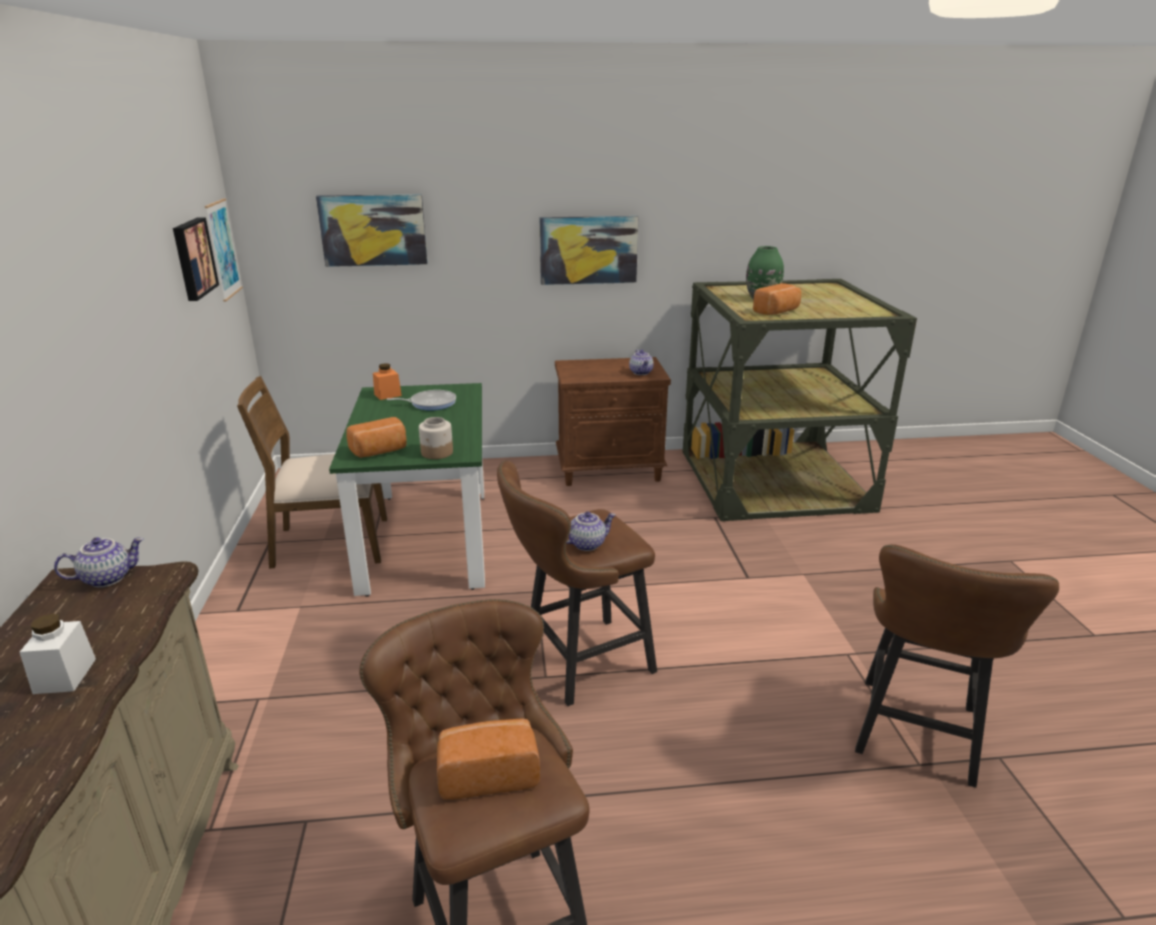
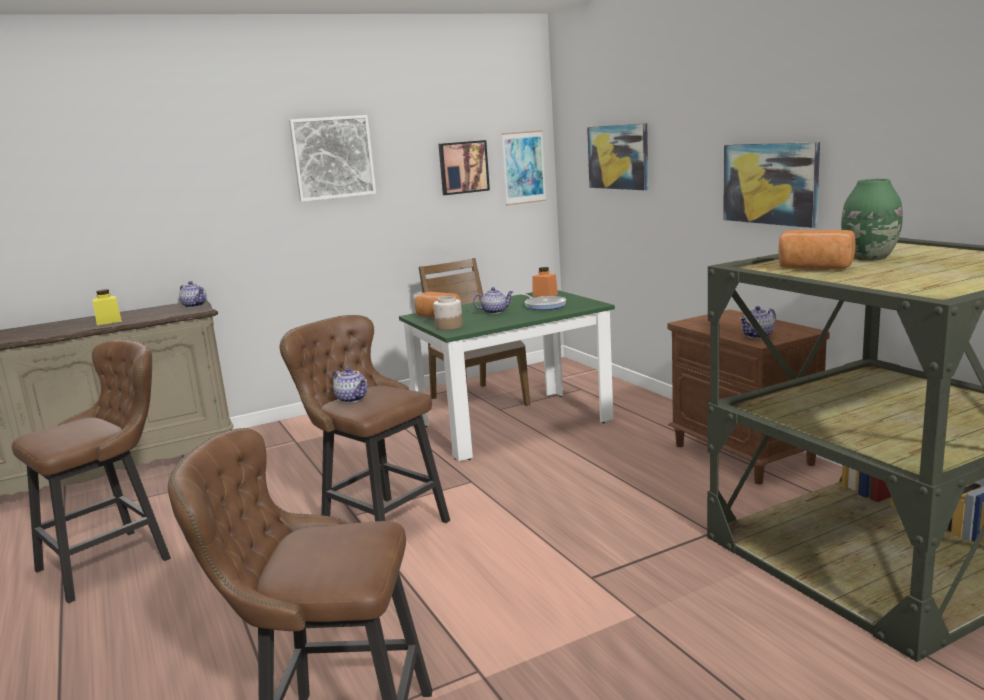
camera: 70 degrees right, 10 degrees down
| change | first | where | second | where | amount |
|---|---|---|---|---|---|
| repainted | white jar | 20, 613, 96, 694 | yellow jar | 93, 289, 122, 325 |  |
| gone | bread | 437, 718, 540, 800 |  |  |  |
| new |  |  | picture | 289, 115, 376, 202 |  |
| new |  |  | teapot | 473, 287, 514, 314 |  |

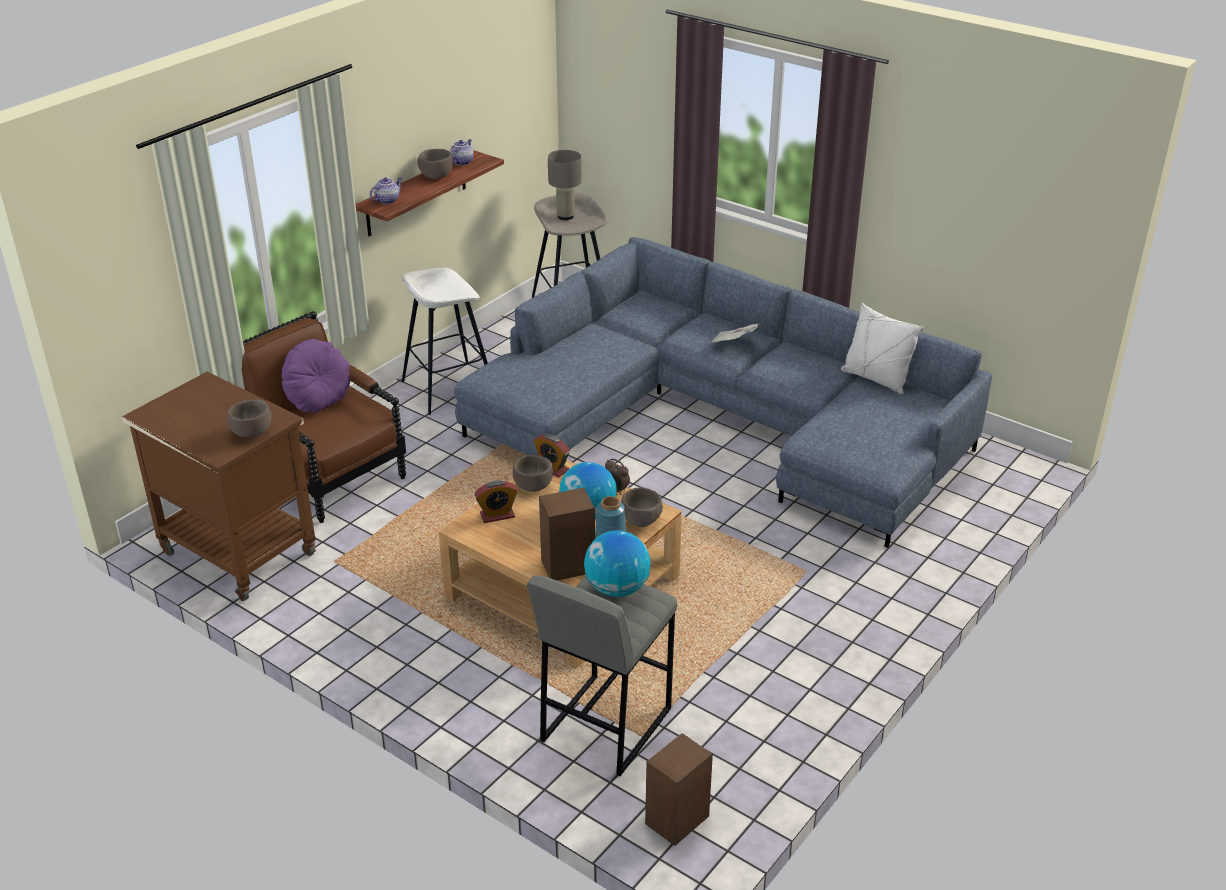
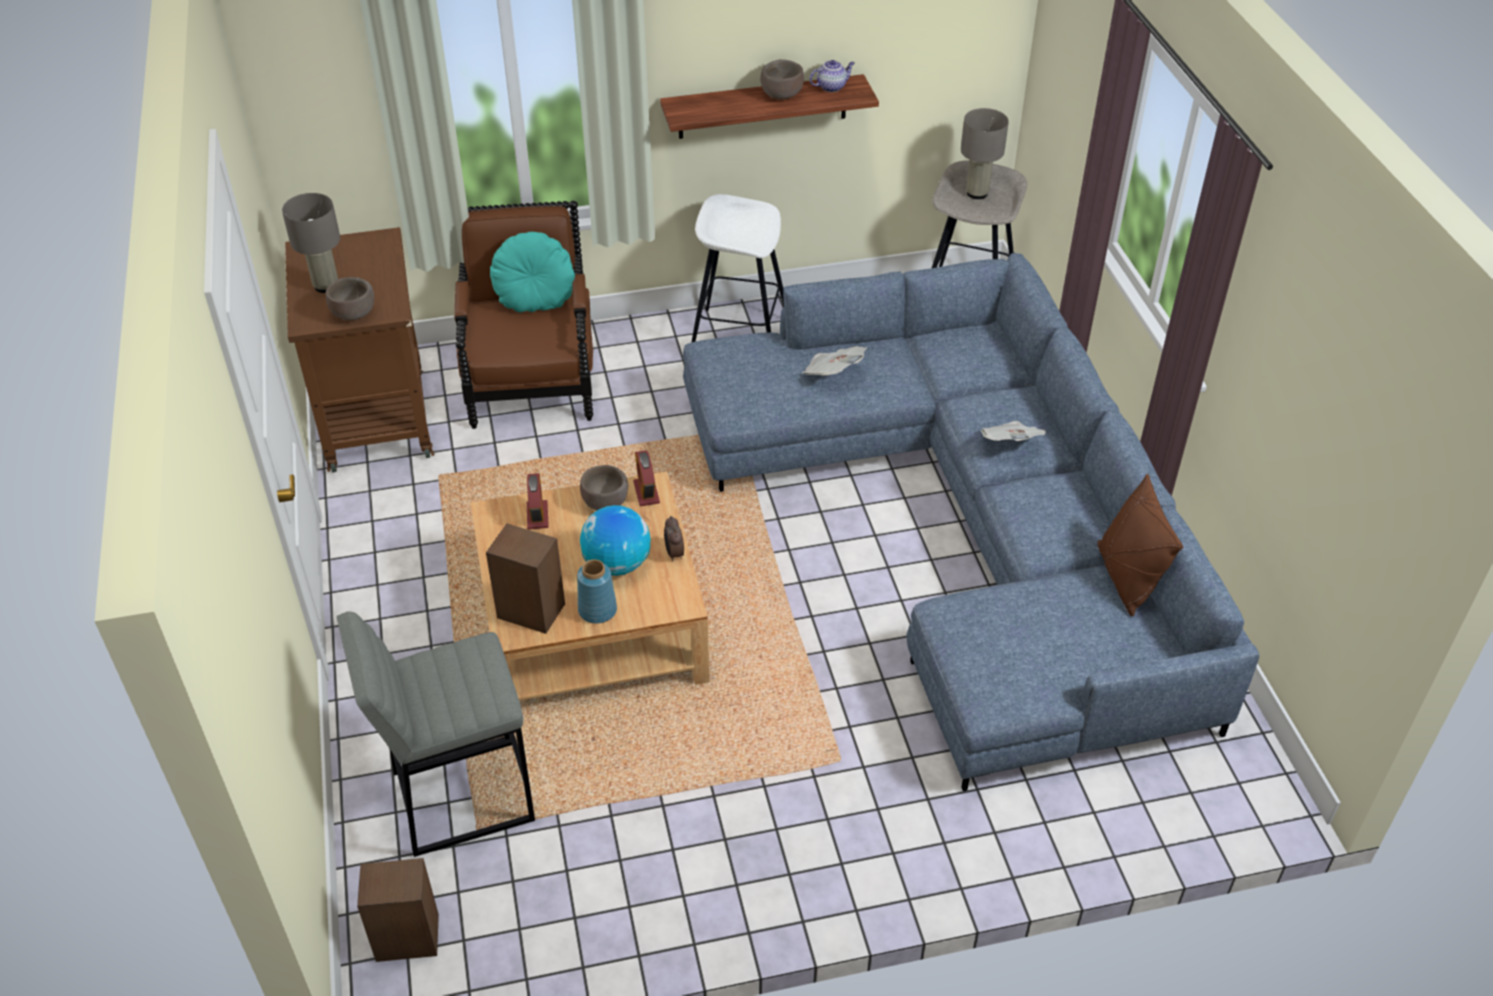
camera: 40 degrees right, 10 degrees up
| change | first | where | second | where | amount |
|---|---|---|---|---|---|
| repainted | purple pillow | 281, 339, 350, 413 | turquoise pillow | 490, 232, 575, 312 |  |
| gone | teapot | 370, 177, 402, 204 |  |  |  |
| rotated | alarm clock | 475, 480, 518, 523 |  | 527, 473, 549, 530 | 120 degrees counterclockwise |
| gone | globe | 584, 530, 650, 597 |  |  |  |
| gone | brown bowl | 621, 487, 663, 527 |  |  |  |
| repainted | white pillow | 841, 303, 924, 395 | brown pillow | 1097, 474, 1183, 616 |  |
| new |  |  | grey table lamp | 282, 193, 340, 293 |  |
| new |  |  | newspaper | 802, 346, 867, 376 |  |

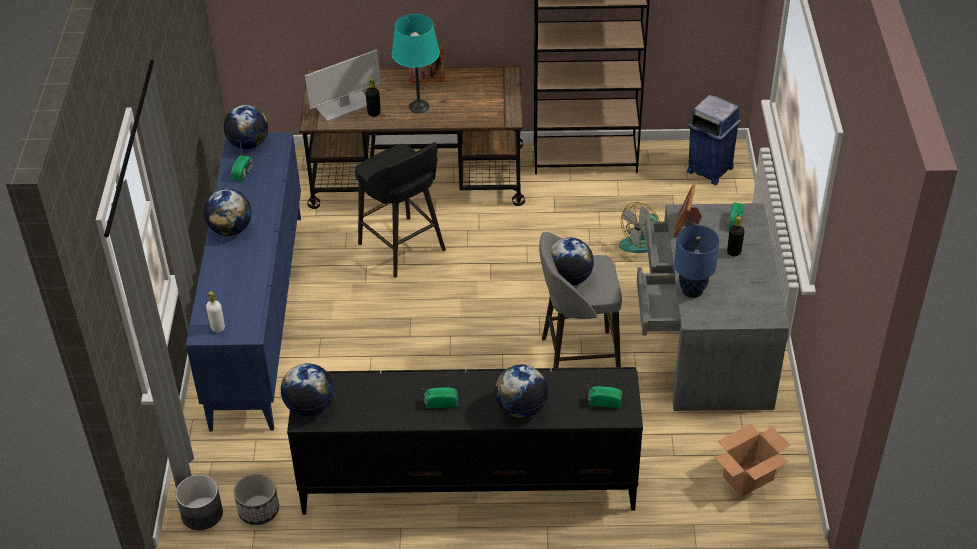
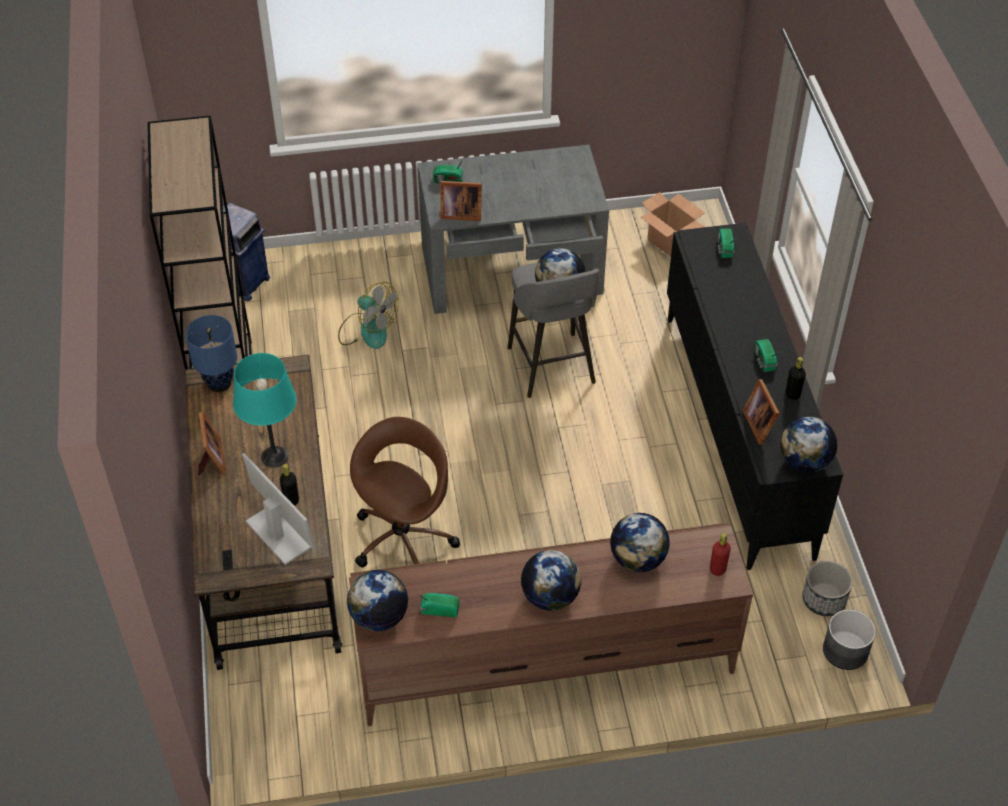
camera: 100 degrees left, 5 degrees up
| change | first | where | second | where | amount |
|---|---|---|---|---|---|
| repainted | blue cabinet | 186, 132, 301, 431 | brown cabinet | 349, 522, 753, 726 |  |
| repainted | white bottle | 206, 291, 225, 332 | red bottle | 710, 533, 731, 576 |  |
| swapped | black stool | 355, 142, 446, 278 | brown office chair | 350, 417, 460, 567 |  |
| shifted | globe | 495, 365, 548, 418 |  | 610, 513, 670, 572 |  |
| shifted | blue table lamp | 674, 225, 720, 298 |  | 185, 315, 237, 392 |  |
| shifted | black bottle | 727, 216, 745, 256 |  | 786, 357, 806, 400 |  |
| new |  |  | picture frame | 743, 379, 780, 445 |  |

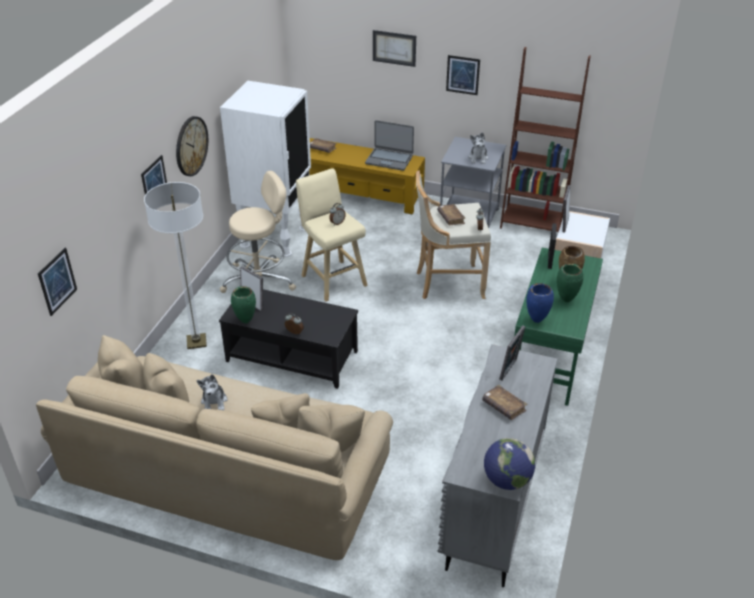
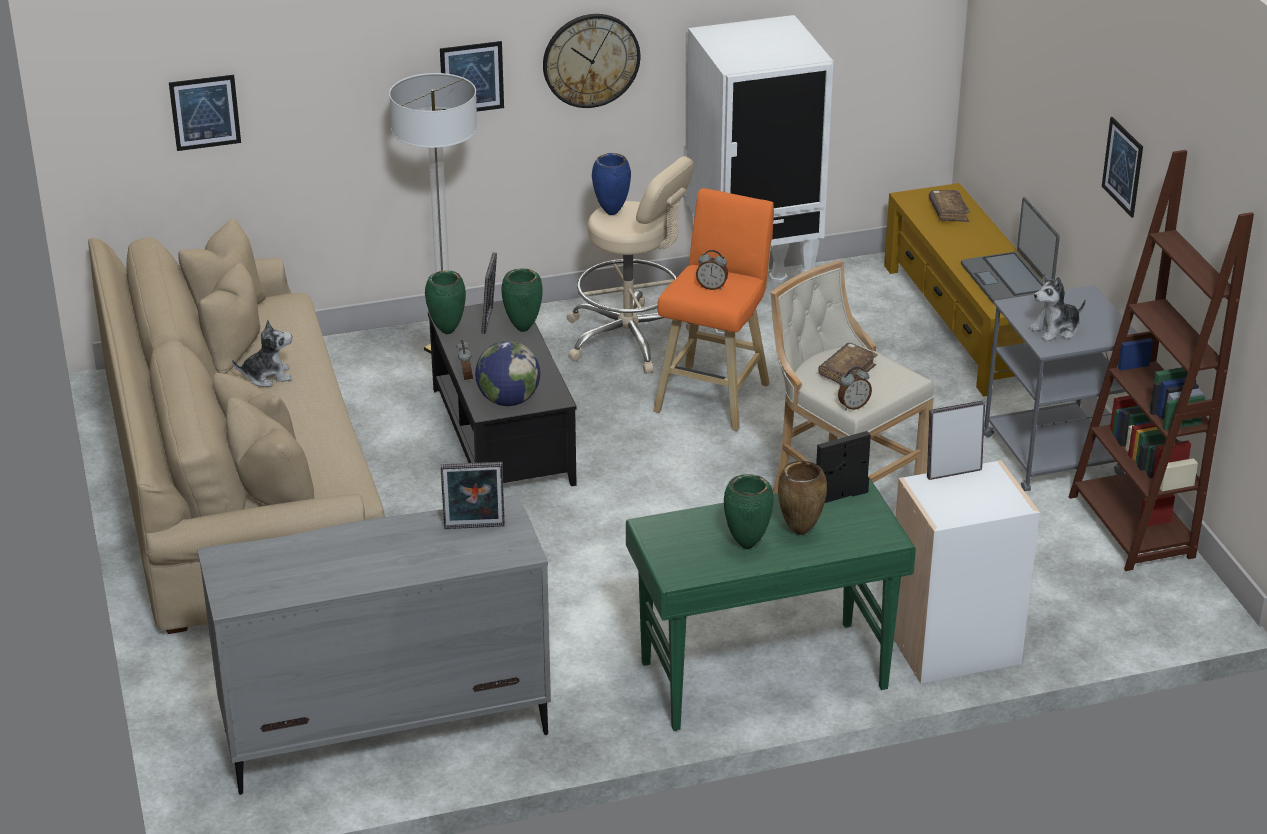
camera: 55 degrees right, 5 degrees down
| change | first | where | second | where | amount |
|---|---|---|---|---|---|
| rotated | plush toy | 196, 374, 227, 410 |  | 232, 320, 292, 387 | 150 degrees counterclockwise |
| repainted | beige stool | 296, 168, 368, 302 | orange stool | 653, 188, 774, 431 |  |
| gone | picture | 373, 30, 416, 67 |  |  |  |
| gone | brown book | 482, 385, 528, 420 |  |  |  |
| shifted | globe | 484, 438, 535, 490 |  | 475, 341, 540, 406 |  |
| shifted | blue vase | 526, 283, 554, 323 |  | 592, 153, 631, 215 |  |
| new |  |  | green vase | 502, 268, 543, 332 |  |

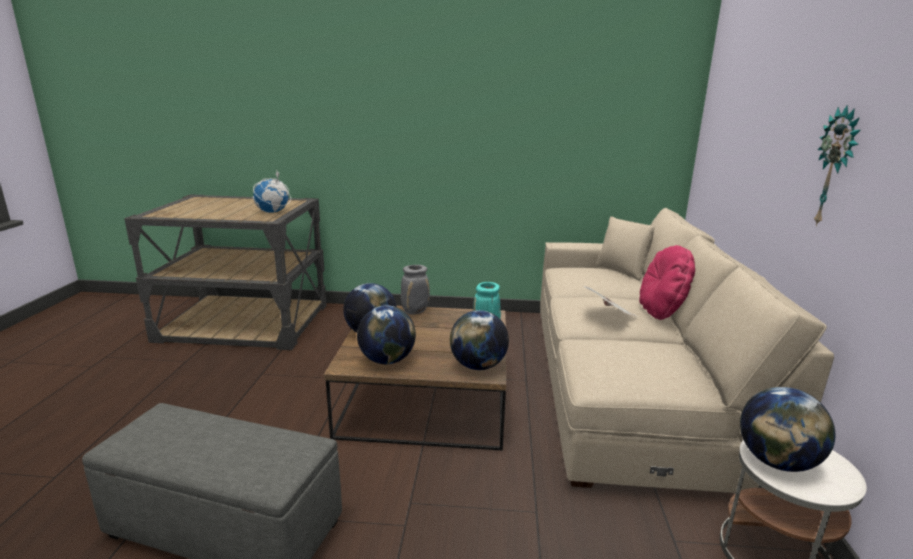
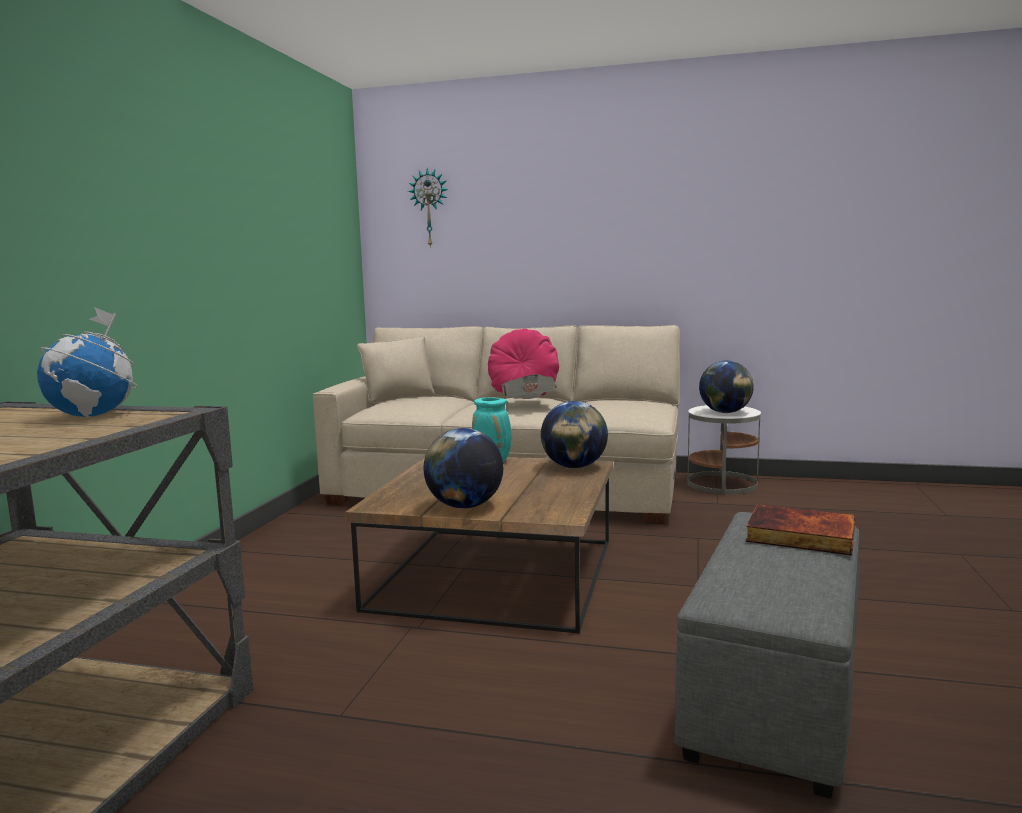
camera: 80 degrees left, 10 degrees down
| change | first | where | second | where | amount |
|---|---|---|---|---|---|
| gone | globe | 357, 305, 416, 364 |  |  |  |
| gone | grey vase | 401, 265, 430, 314 |  |  |  |
| shifted | wall clock | 814, 106, 861, 226 |  | 408, 168, 448, 248 |  |
| new |  |  | book | 746, 504, 855, 556 |  |

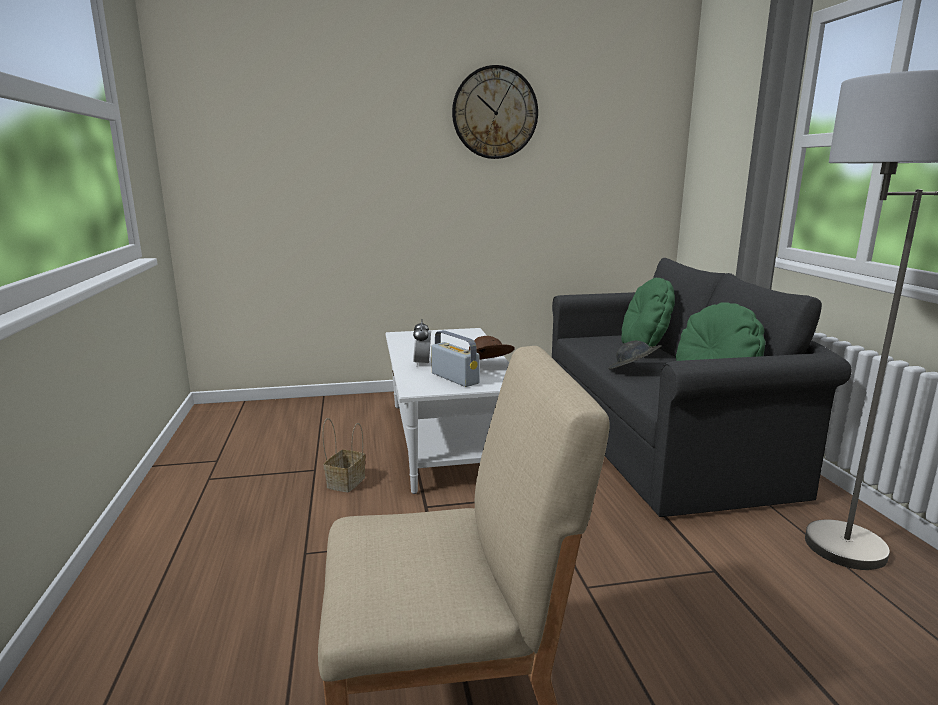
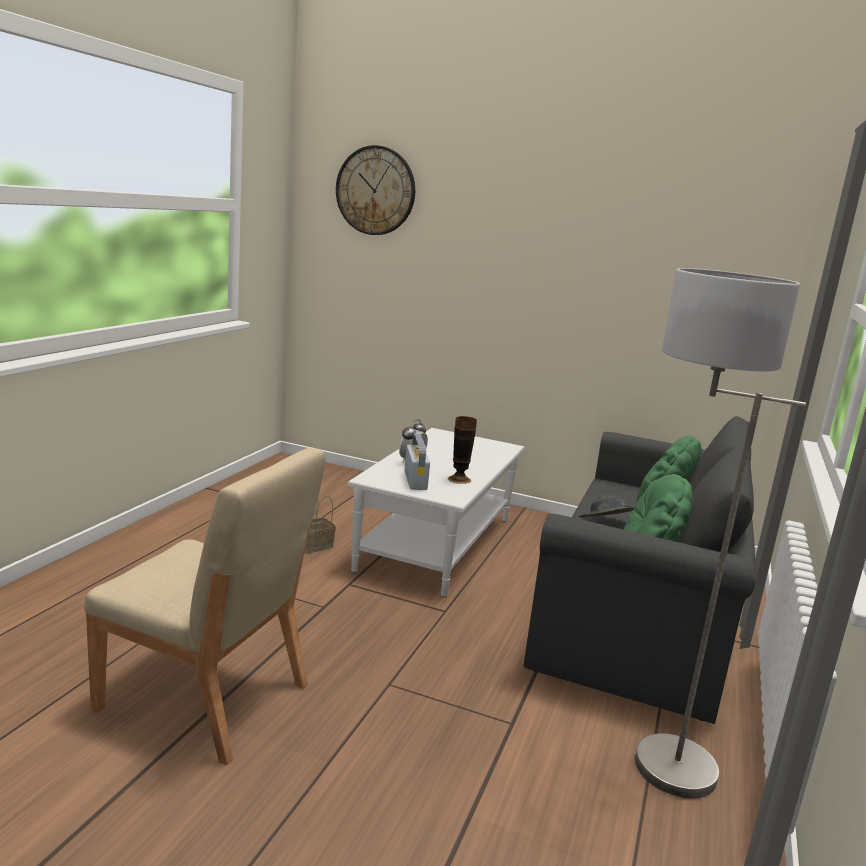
camera: 30 degrees right, 0 degrees up
| change | first | where | second | where | amount |
|---|---|---|---|---|---|
| shifted | wall clock | 452, 65, 538, 159 |  | 336, 145, 415, 235 |  |
| swapped | brown hat | 469, 336, 515, 360 | vase | 448, 416, 477, 484 |  |

